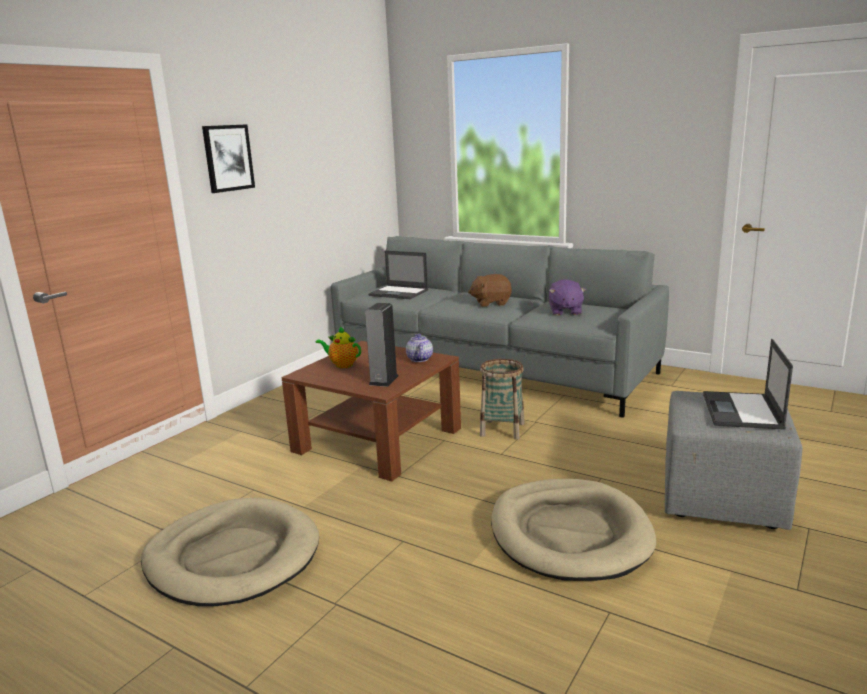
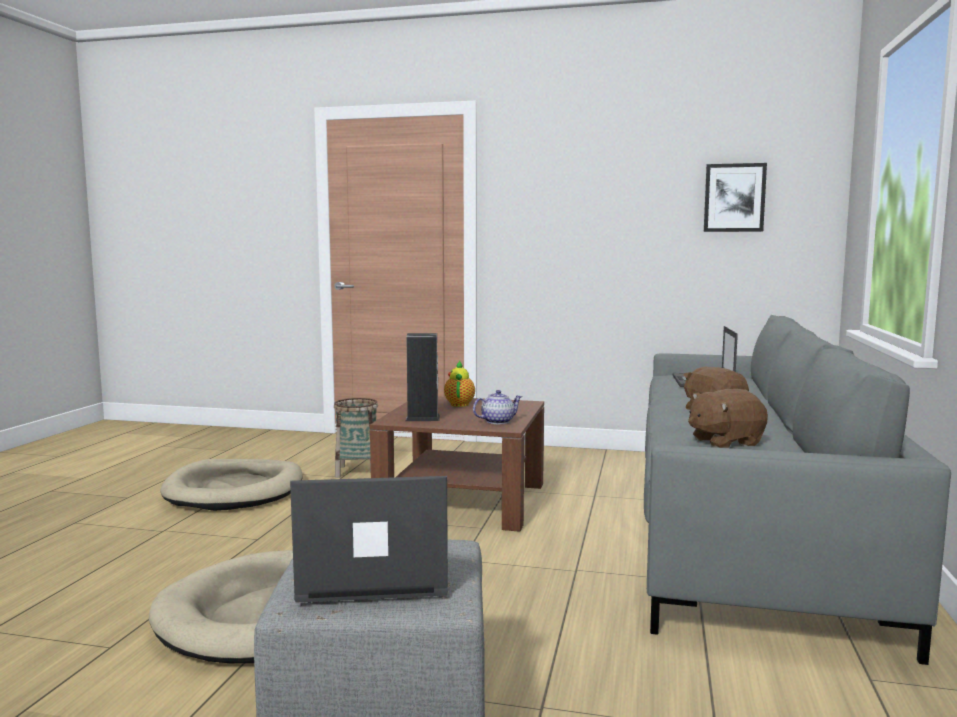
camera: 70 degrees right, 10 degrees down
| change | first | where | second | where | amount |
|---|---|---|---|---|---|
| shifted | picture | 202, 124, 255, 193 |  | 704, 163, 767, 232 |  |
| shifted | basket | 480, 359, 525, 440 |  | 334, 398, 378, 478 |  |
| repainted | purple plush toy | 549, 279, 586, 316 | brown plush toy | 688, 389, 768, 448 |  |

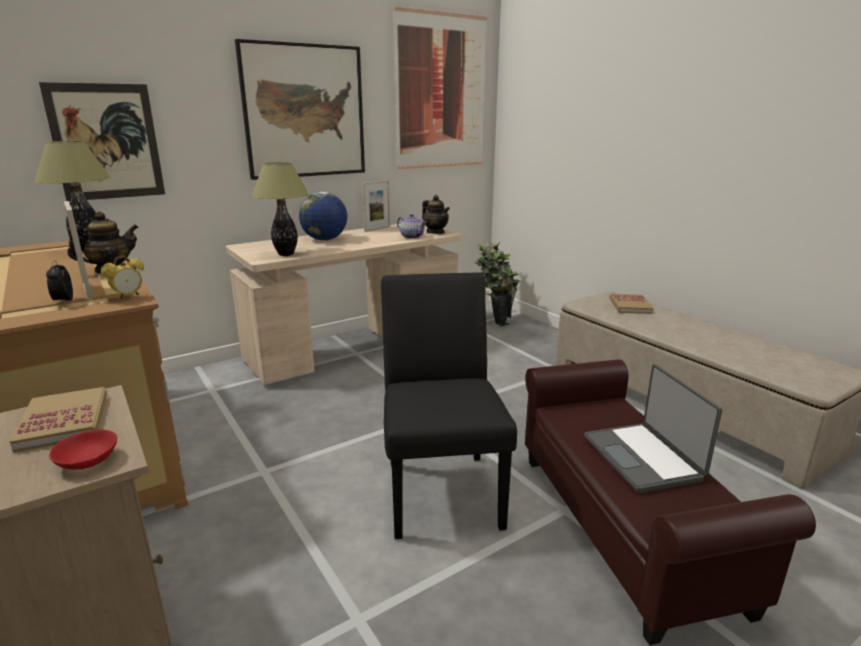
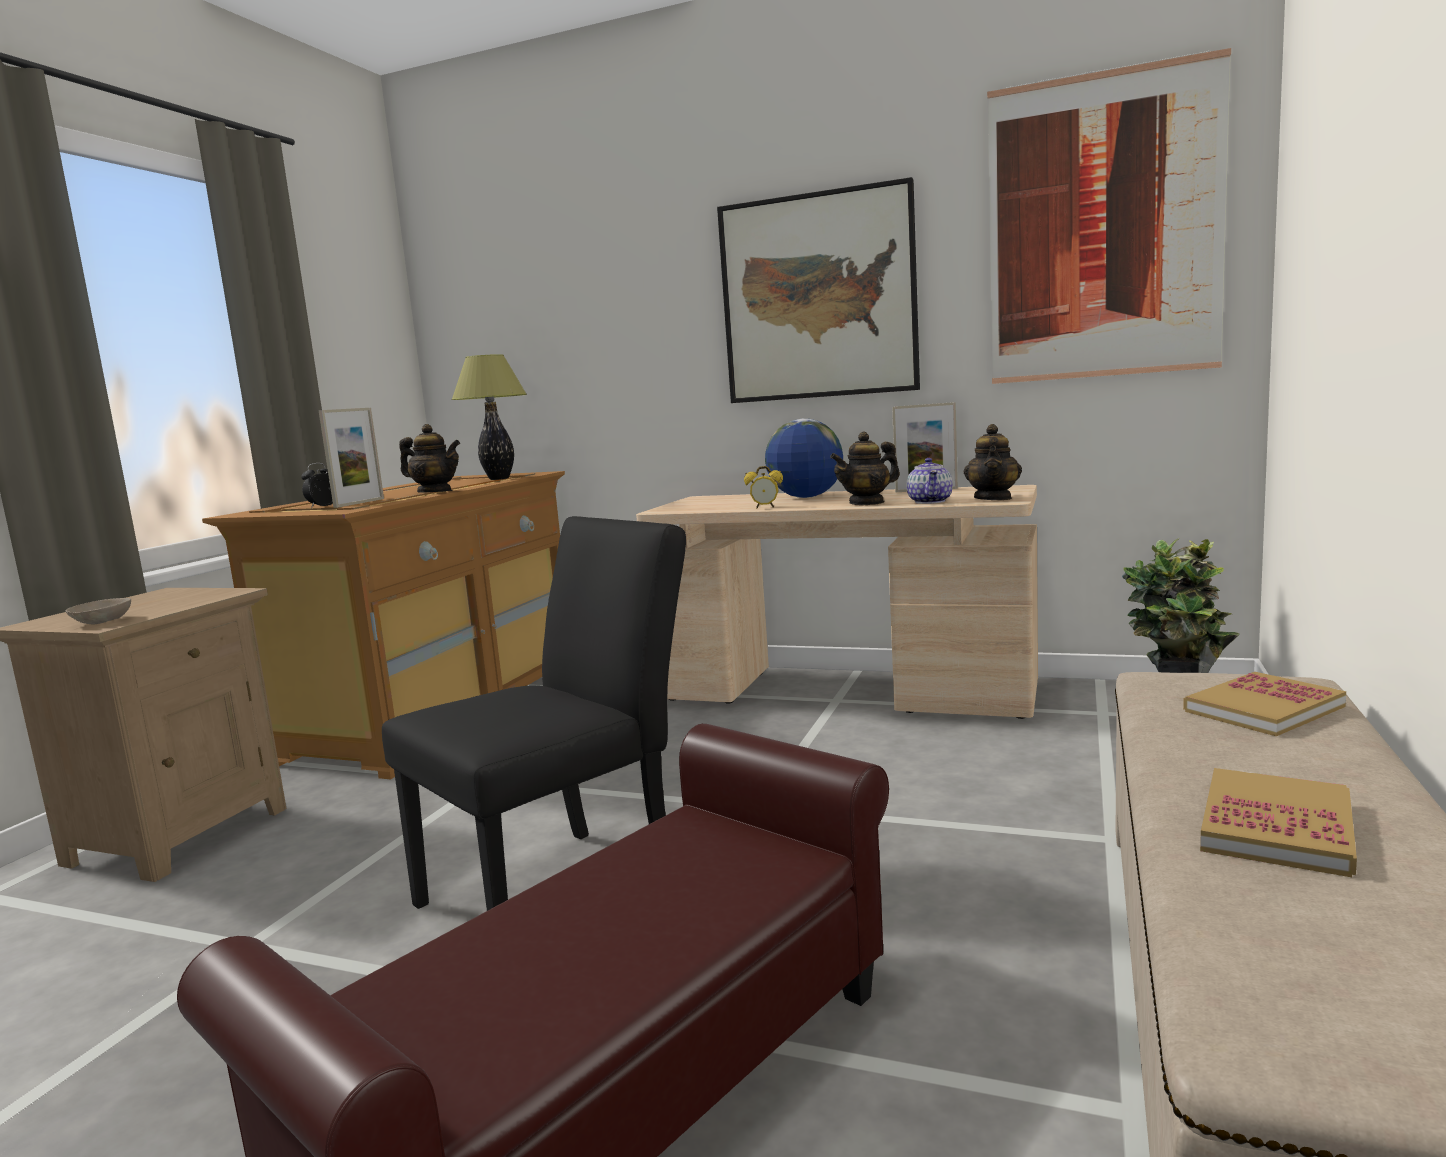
camera: 55 degrees right, 10 degrees down
| change | first | where | second | where | amount |
|---|---|---|---|---|---|
| shifted | book | 10, 387, 107, 453 |  | 1200, 768, 1357, 877 |  |
| gone | picture | 39, 82, 165, 201 |  |  |  |
| repainted | red bowl | 49, 430, 117, 469 | beige bowl | 65, 598, 131, 624 |  |
| shifted | alarm clock | 101, 255, 144, 299 |  | 744, 466, 783, 508 |  |
| gone | table lamp | 252, 162, 309, 256 |  |  |  |
| gone | laptop | 584, 364, 722, 493 |  |  |  |
| new |  |  | teapot | 830, 431, 900, 505 |  |

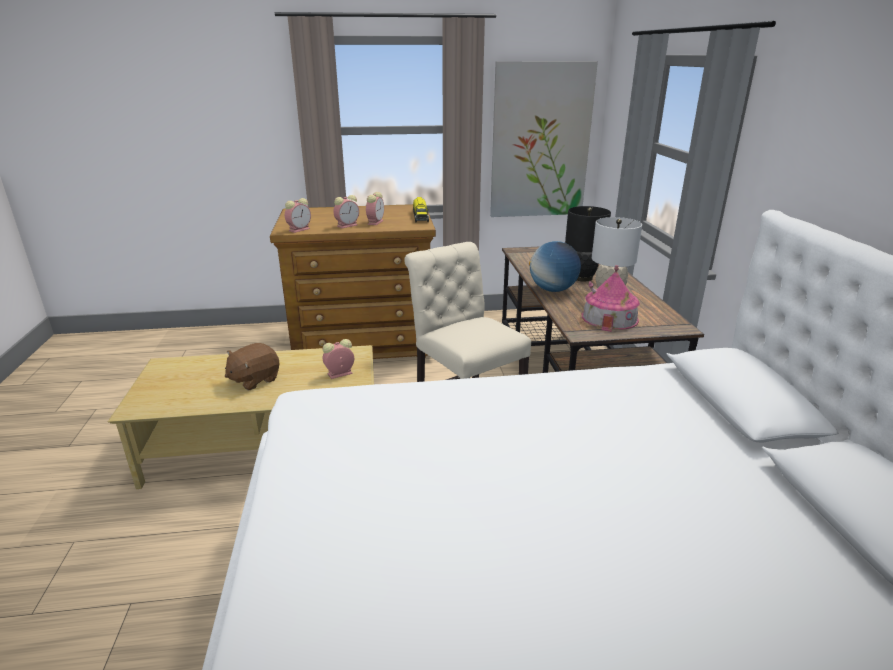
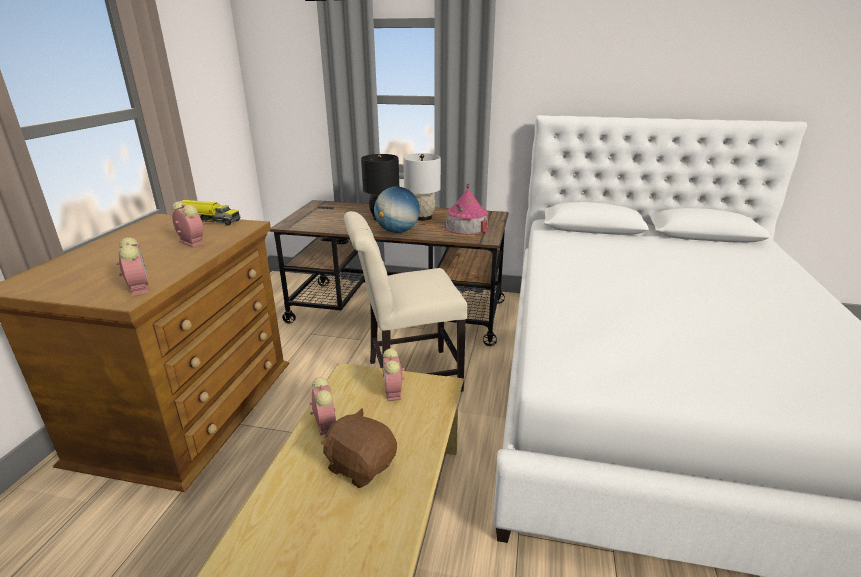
camera: 70 degrees left, 0 degrees up
| change | first | where | second | where | amount |
|---|---|---|---|---|---|
| rotated | brown plush toy | 225, 343, 279, 390 |  | 321, 408, 397, 488 | 150 degrees clockwise |
| shifted | alarm clock | 333, 195, 359, 228 |  | 309, 377, 336, 435 |  |
| gone | picture | 490, 61, 598, 217 |  |  |  |

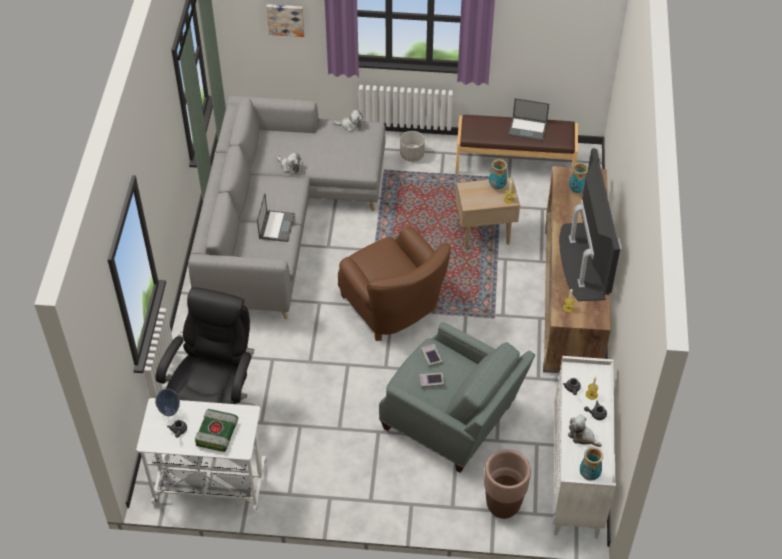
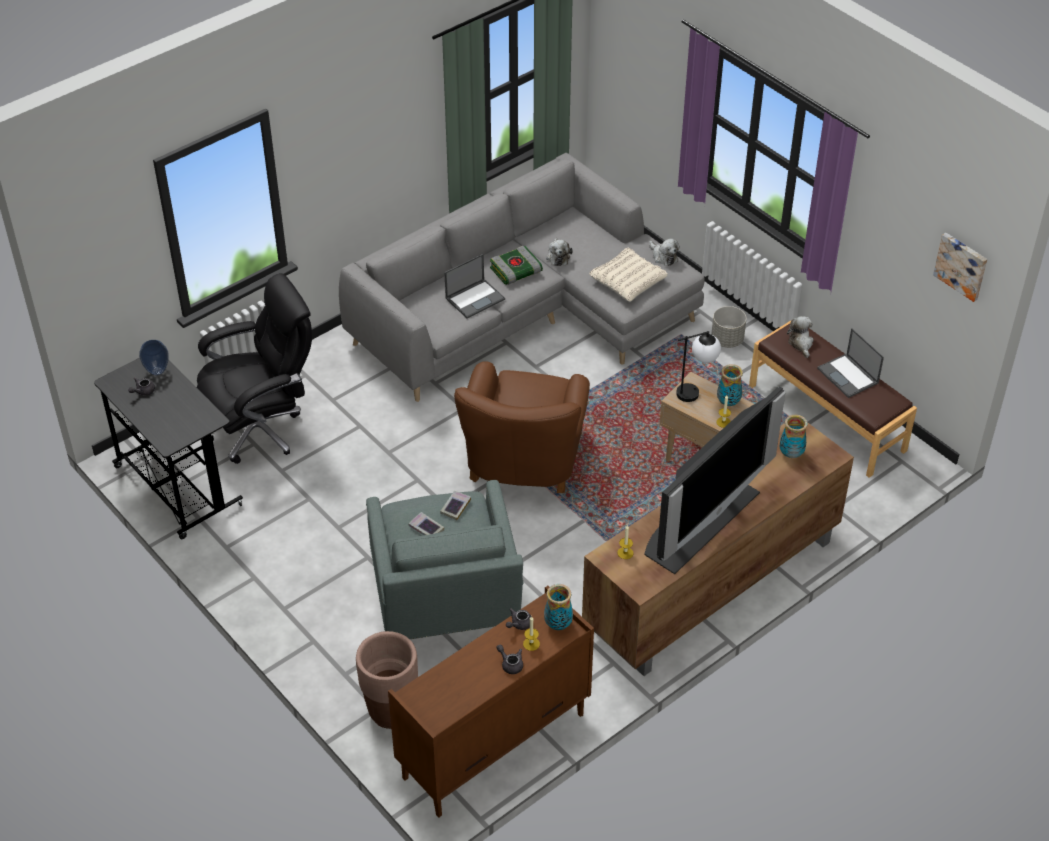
camera: 45 degrees right, 5 degrees down
| change | first | where | second | where | amount |
|---|---|---|---|---|---|
| repainted | white desk | 136, 398, 267, 513 | black desk | 94, 358, 243, 539 |  |
| shifted | book | 195, 409, 238, 452 |  | 490, 246, 543, 285 |  |
| shifted | picture | 266, 4, 305, 37 |  | 933, 233, 987, 302 |  |
| repainted | white cabinet | 553, 356, 616, 538 | brown cabinet | 388, 586, 594, 817 |  |
| shifted | plush toy | 568, 415, 602, 447 |  | 787, 316, 814, 358 |  |
| shifted | vase | 580, 447, 603, 481 |  | 544, 584, 573, 630 |  |
| new |  |  | beige pillow | 589, 248, 668, 302 |  |
| new |  |  | table lamp | 676, 331, 721, 402 |  |

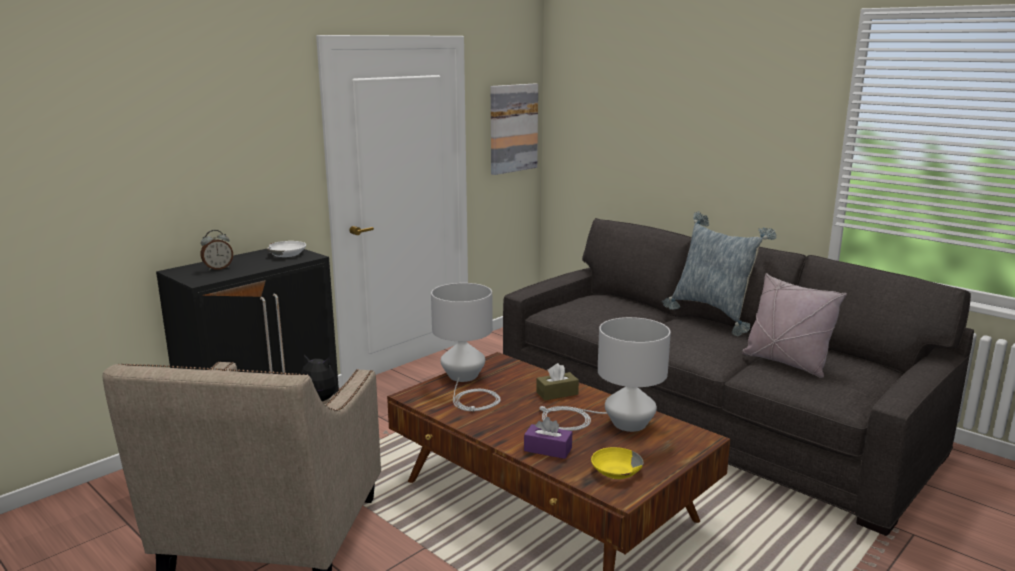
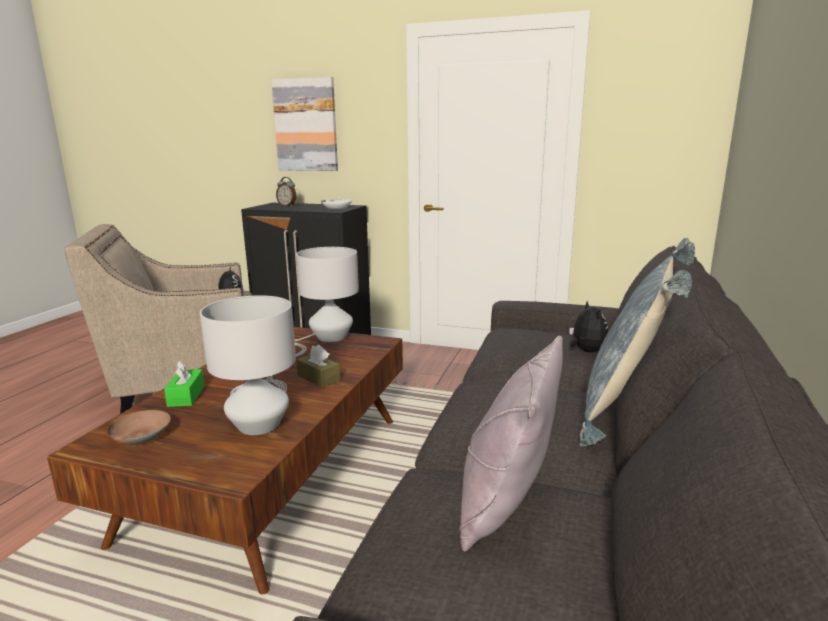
camera: 65 degrees right, 0 degrees up
| change | first | where | second | where | amount |
|---|---|---|---|---|---|
| shifted | picture | 491, 84, 538, 175 |  | 271, 77, 338, 171 |  |
| repainted | purple tissue box | 524, 417, 572, 459 | green tissue box | 164, 361, 205, 407 |  |
| repainted | yellow bowl | 591, 447, 644, 479 | brown bowl | 106, 410, 171, 445 |  |
| new |  |  | plush toy | 569, 300, 608, 353 |  |

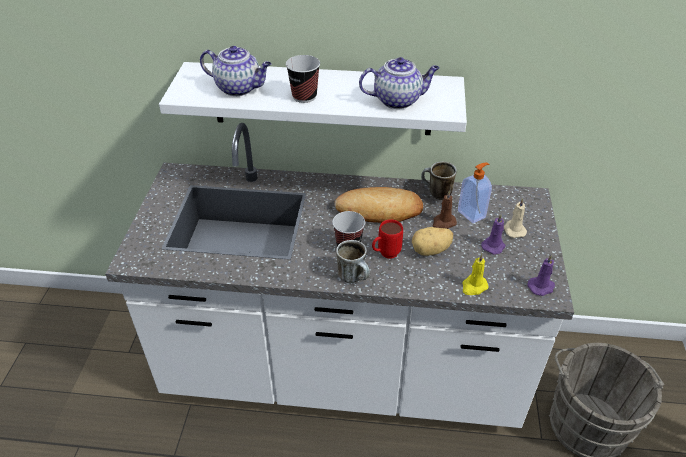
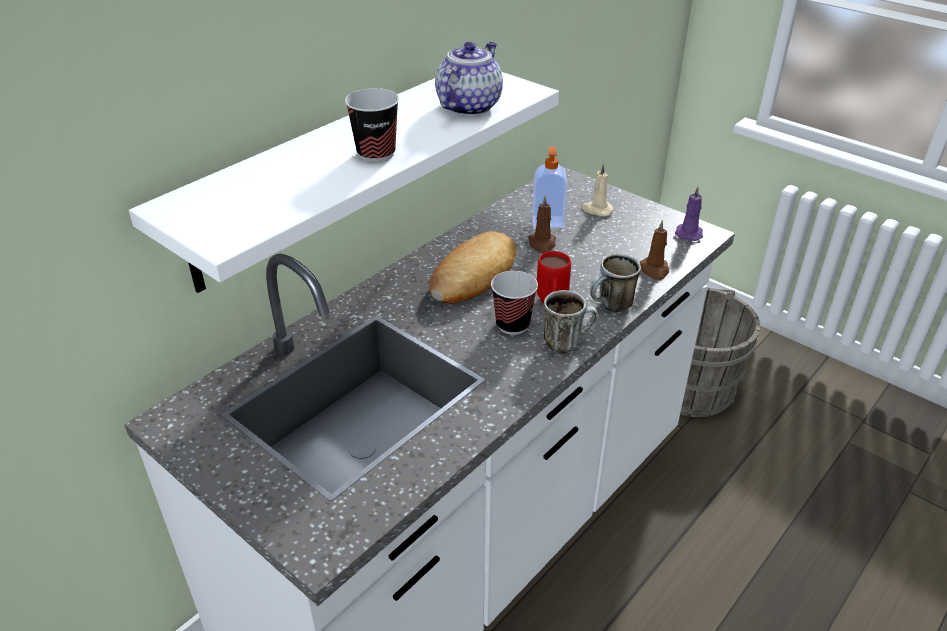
camera: 55 degrees left, 5 degrees down
| change | first | where | second | where | amount |
|---|---|---|---|---|---|
| gone | teapot | 200, 46, 271, 96 |  |  |  |
| gone | potato | 412, 227, 453, 256 |  |  |  |
| shifted | mug | 421, 162, 457, 200 |  | 590, 253, 641, 312 |  |
| repainted | yellow candle | 462, 254, 489, 295 | brown candle | 639, 220, 669, 280 |  |
| gone | purple candle | 481, 214, 506, 255 |  |  |  |

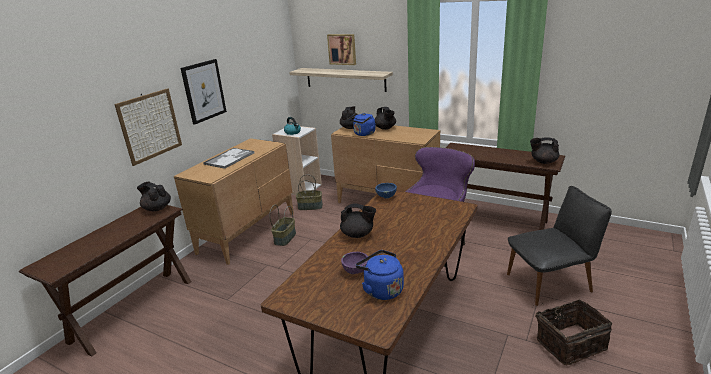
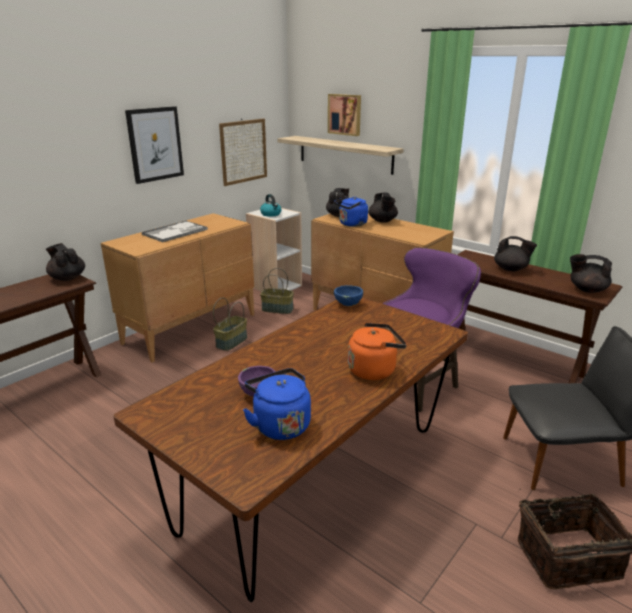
camera: 10 degrees right, 0 degrees up
| change | first | where | second | where | amount |
|---|---|---|---|---|---|
| shifted | picture | 114, 88, 182, 166 |  | 219, 119, 267, 186 |  |
| shifted | black teapot | 340, 204, 376, 238 |  | 494, 236, 537, 271 |  |
| new |  |  | orange kettle | 348, 323, 407, 380 |  |

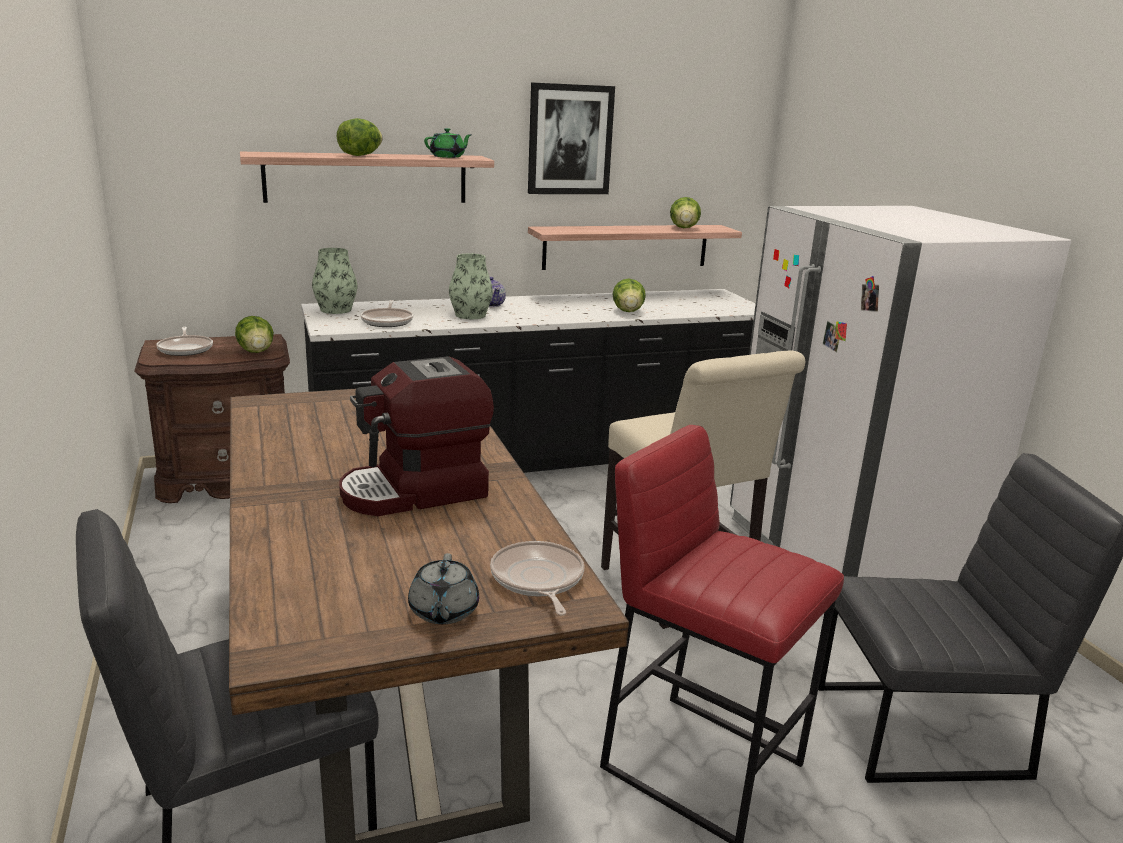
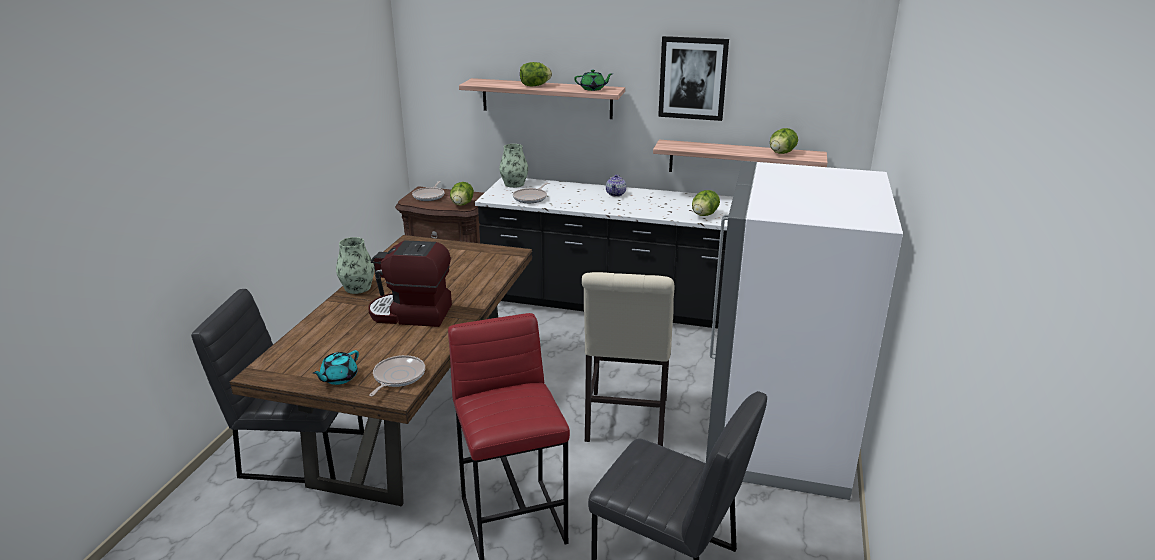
camera: 35 degrees right, 5 degrees up
| change | first | where | second | where | amount |
|---|---|---|---|---|---|
| repainted | grey teapot | 408, 553, 479, 624 | turquoise teapot | 312, 350, 359, 385 |  |
| shifted | vase | 449, 254, 493, 319 |  | 336, 237, 374, 294 |  |

